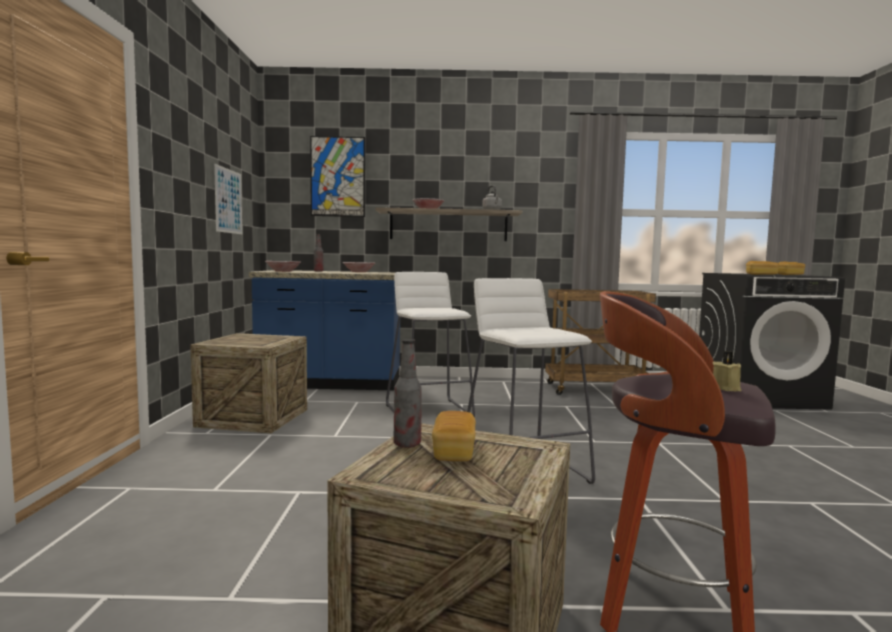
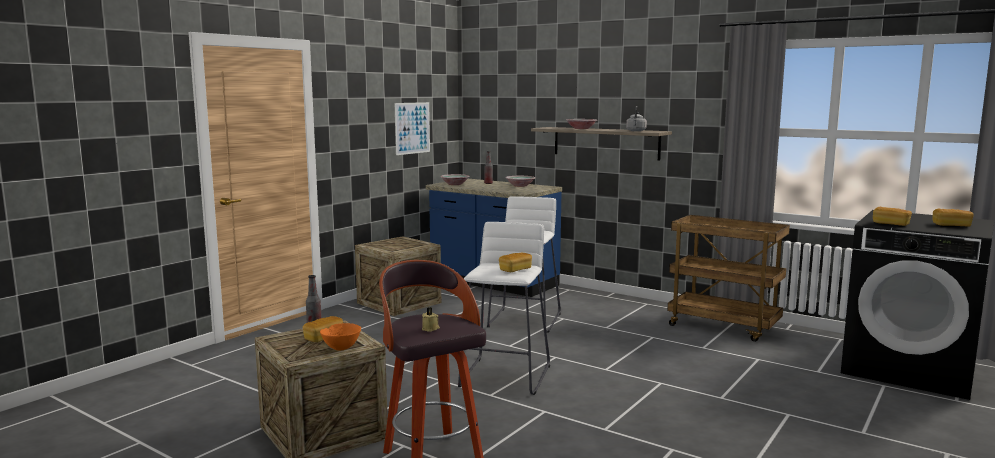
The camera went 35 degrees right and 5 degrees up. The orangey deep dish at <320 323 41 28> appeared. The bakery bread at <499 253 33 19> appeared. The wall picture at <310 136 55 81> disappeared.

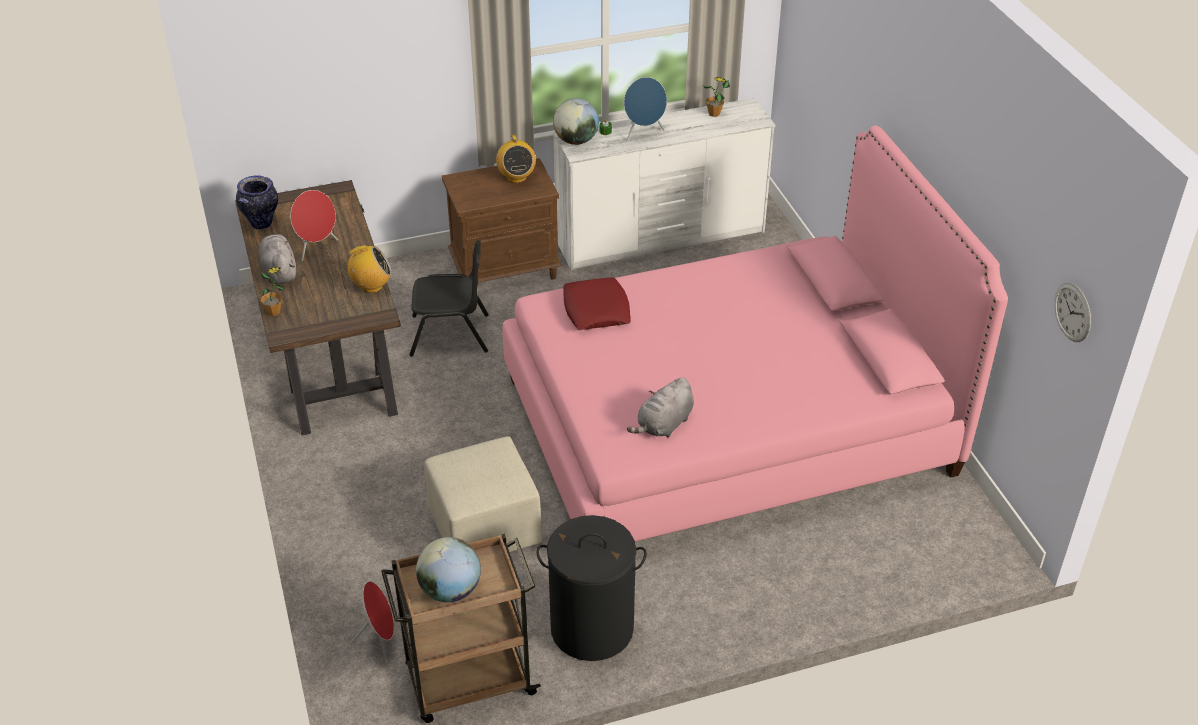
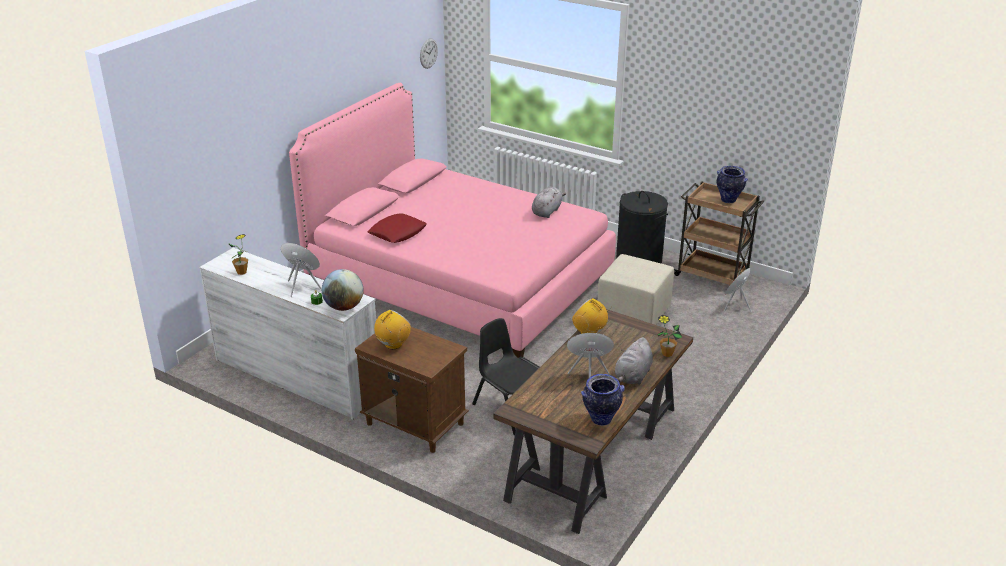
The camera went 130 degrees left and 10 degrees down. The red-coloured pillow moved from <563 277 68 53> to <368 213 59 30>. The gray soft toy at <627 378 67 60> turned 60 degrees counterclockwise. The globe at <416 537 65 65> was replaced by the vase at <717 166 31 37>.

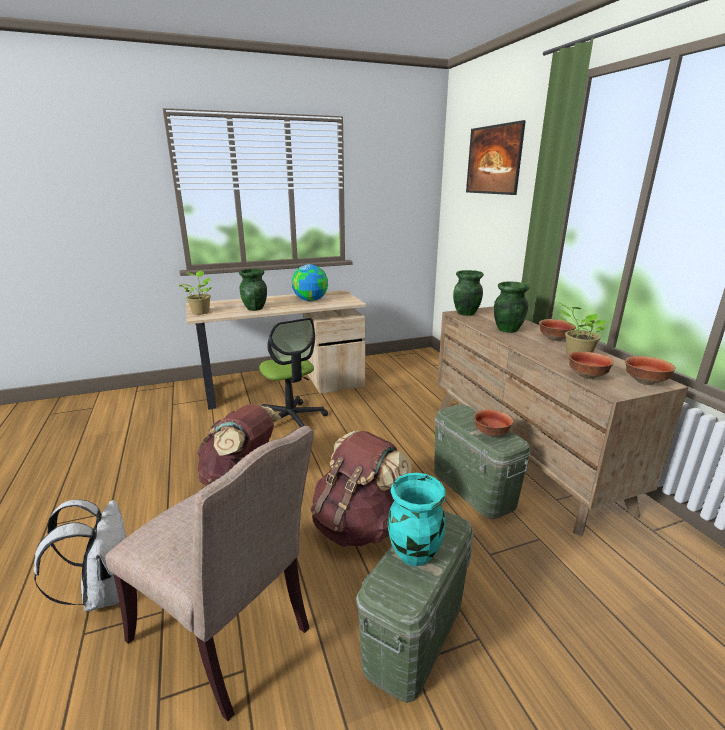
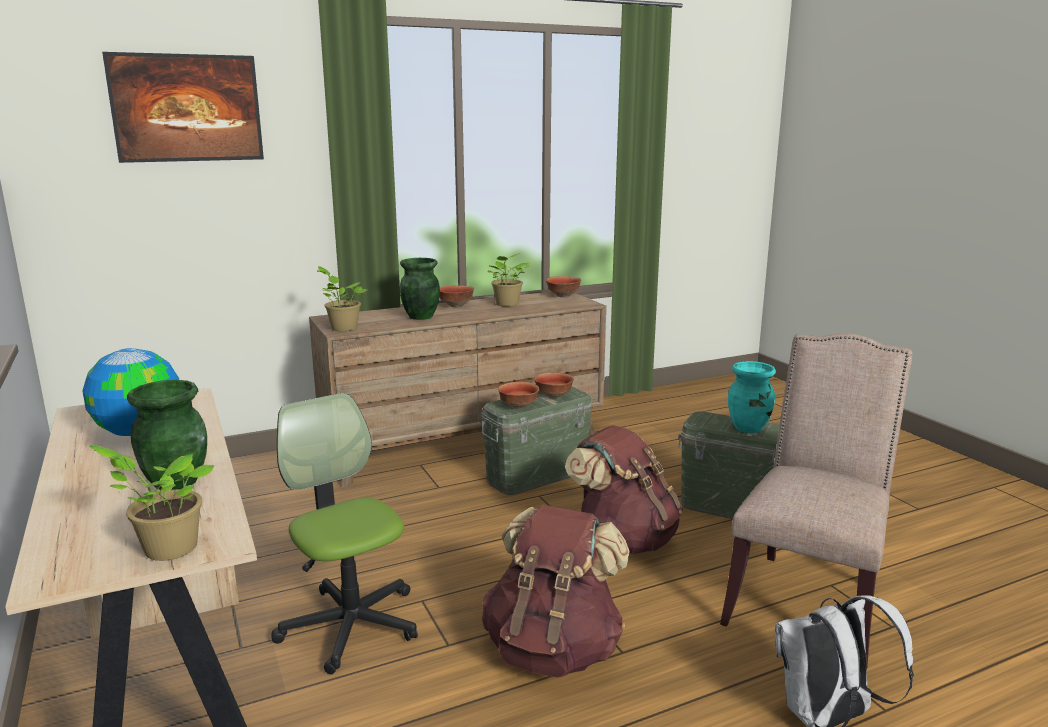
The camera went 95 degrees left and 5 degrees down. The desk chair at <259 318 69 109> turned 90 degrees counterclockwise. The greenish vase at <453 270 31 46> was replaced by the houseplant at <318 266 49 65>. The deep dish moved from <569 352 45 27> to <498 382 41 27>.

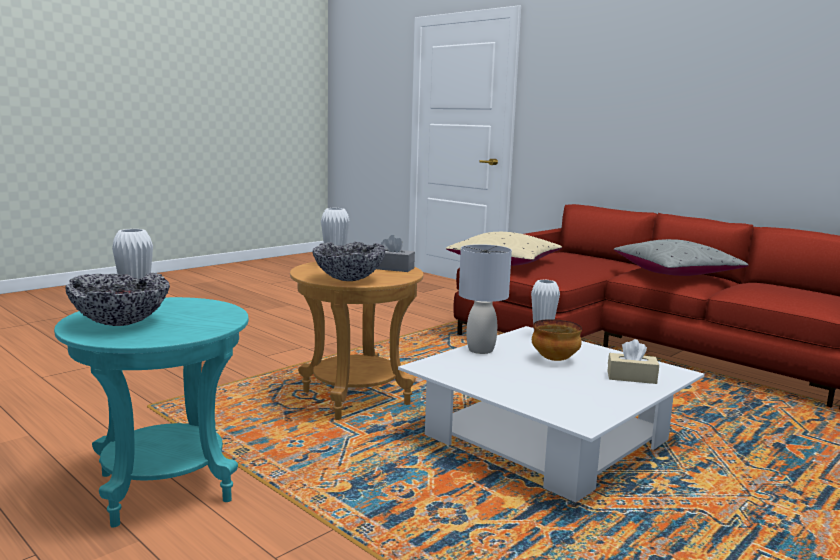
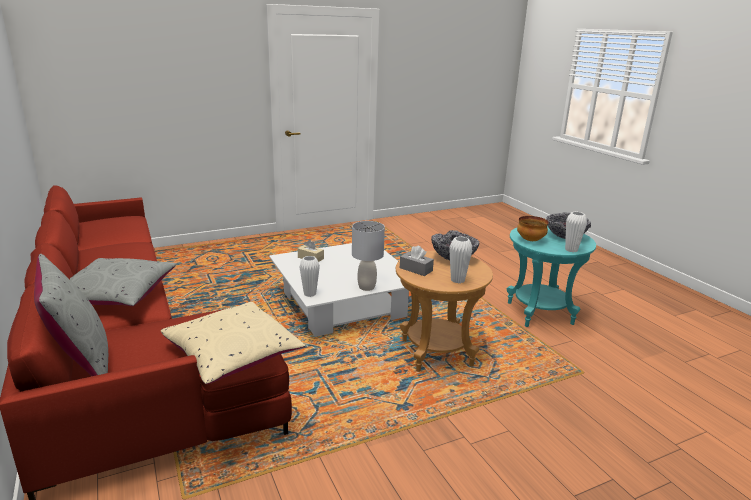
The camera went 160 degrees left and 10 degrees up. The gray pillow at <34 254 74 122> appeared. The deep dish moved from <532 319 50 42> to <517 216 32 25>.

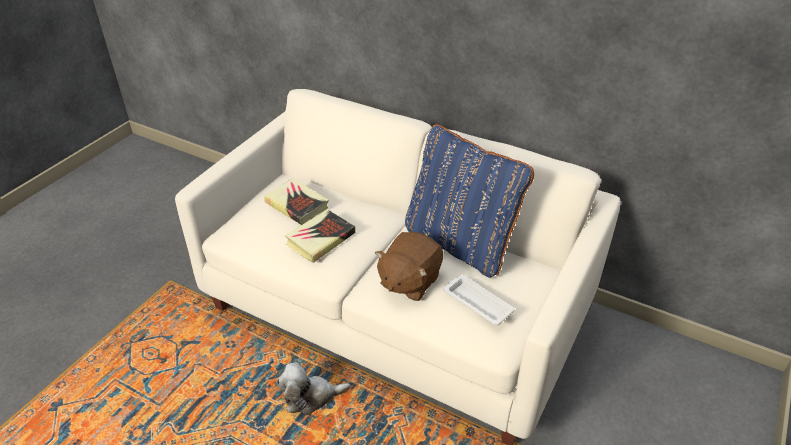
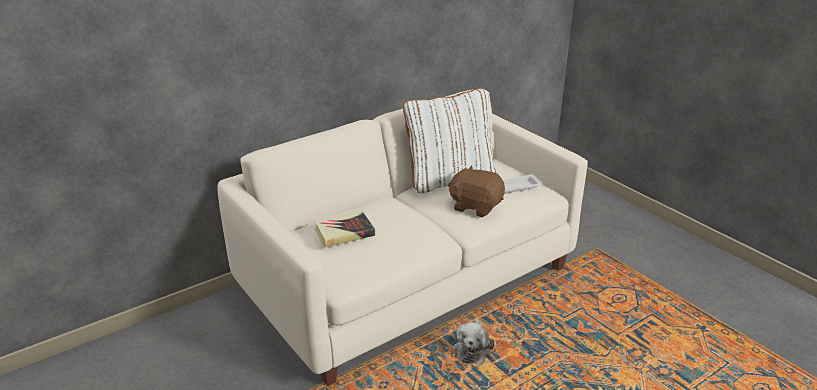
The camera went 65 degrees left and 10 degrees down. The bluish pillow at <405 124 129 154> became the whitish pillow at <403 88 93 105>. The brown-coloured soft toy at <375 232 68 69> turned 150 degrees clockwise. The bound book at <285 209 70 54> disappeared.

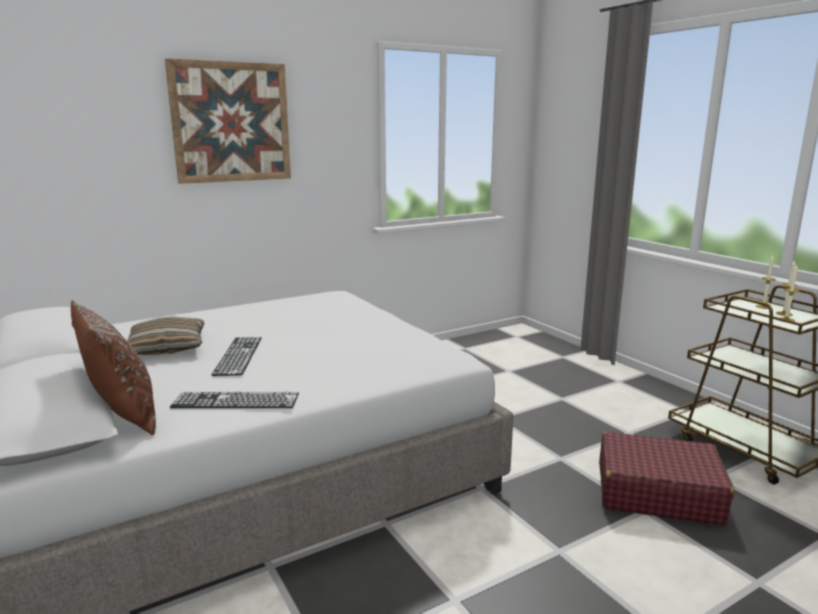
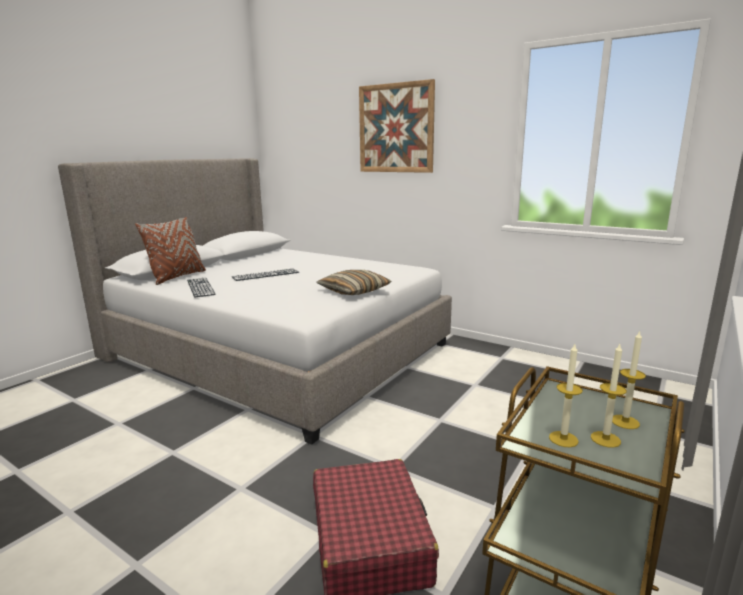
The camera went 65 degrees right and 0 degrees up. The pillow moved from <127 316 77 39> to <316 270 75 25>.

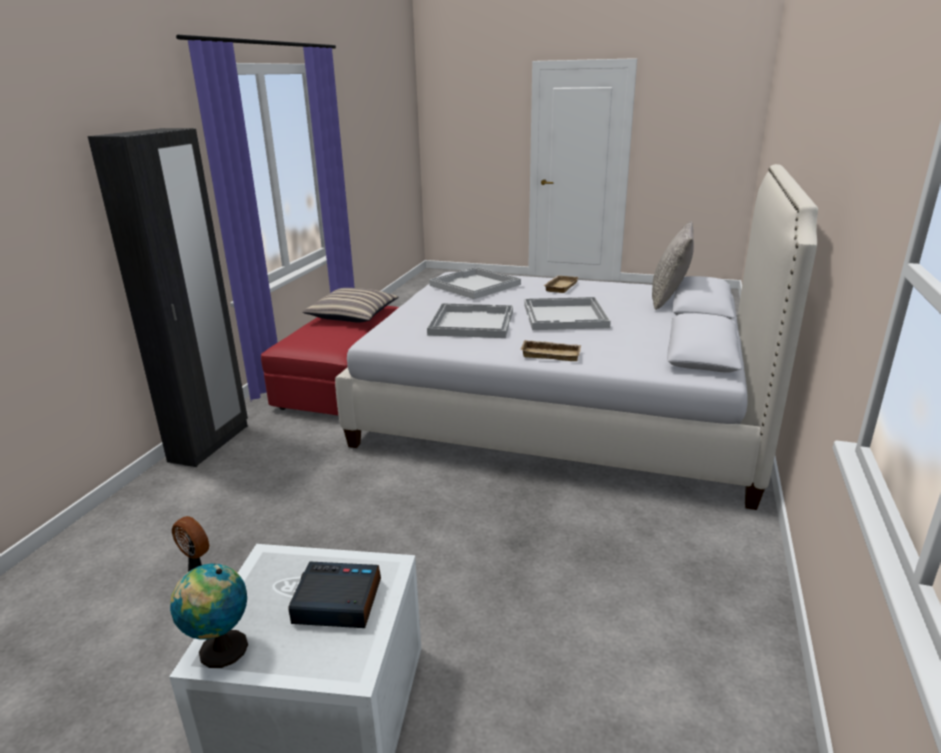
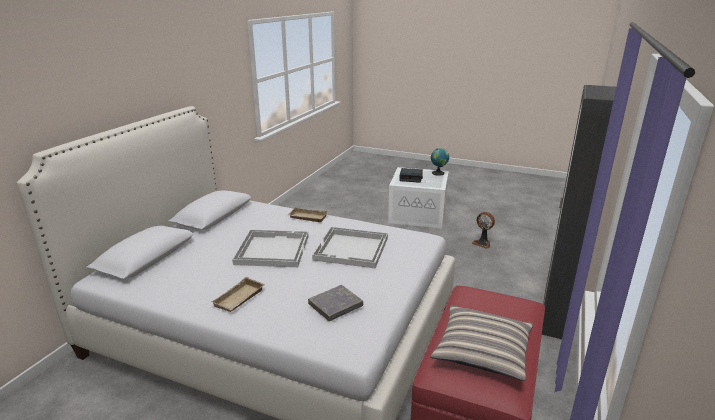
The camera went 175 degrees left and 0 degrees up. The whitish tray at <429 267 92 32> was replaced by the gray bound book at <308 285 55 36>. The gray pillow at <652 221 42 89> disappeared.

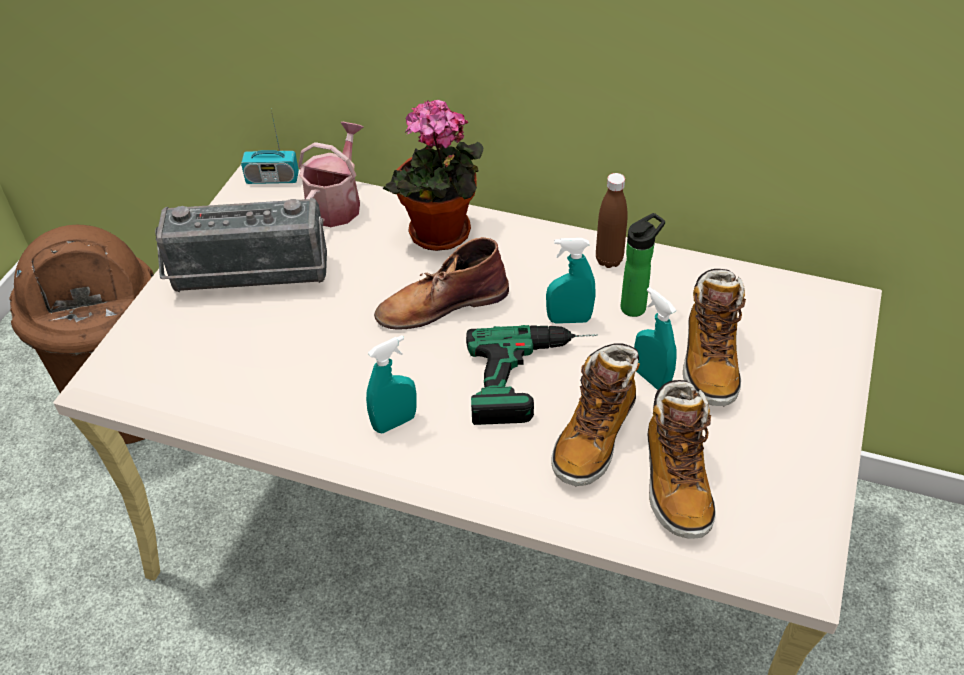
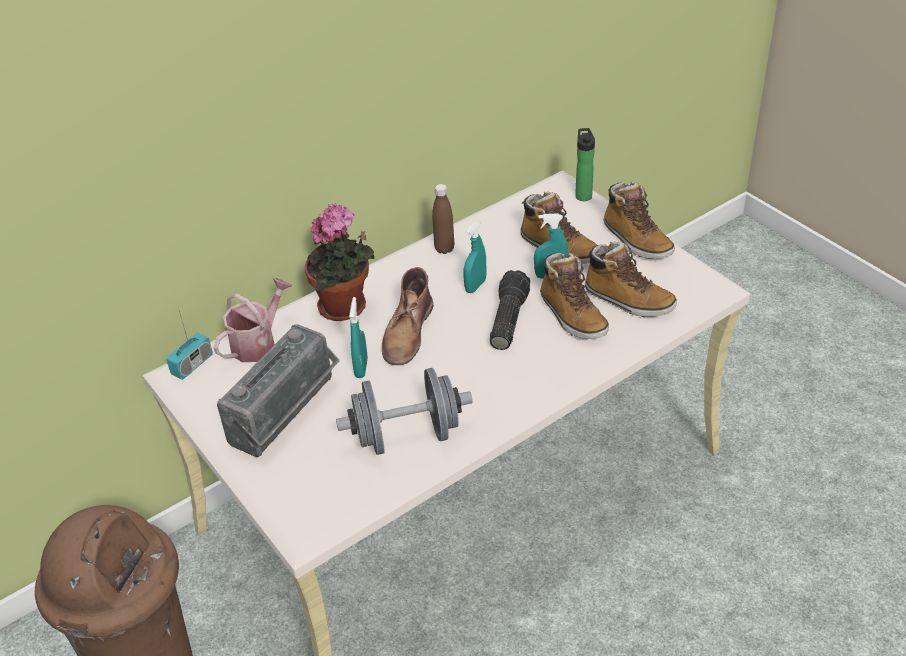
The camera went 55 degrees left and 5 degrees down. The sprinkling can at <298 122 65 105> turned 75 degrees clockwise. The gray free weight at <336 368 137 87> appeared. The blue-green hand sprayer moved from <366 335 51 98> to <349 297 19 81>. The power drill at <466 325 132 100> was replaced by the torch at <490 270 40 80>. The bottle moved from <621 213 44 104> to <575 128 20 73>. The boot at <604 182 71 77> appeared.

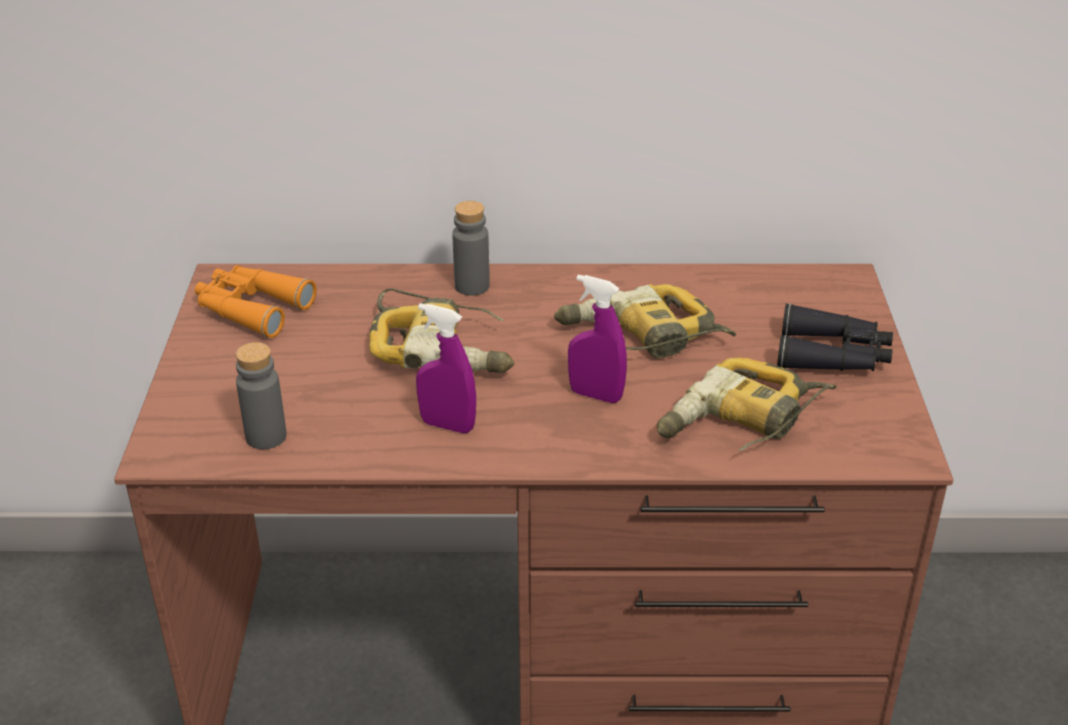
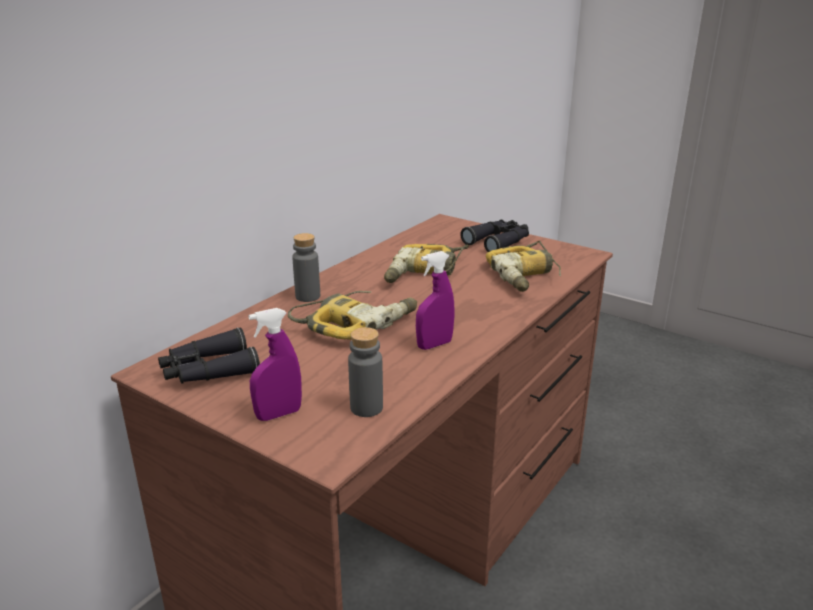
The camera went 55 degrees left and 10 degrees down. The orangey field glasses at <195 265 122 73> became the blackish field glasses at <158 327 102 57>. The purple-coloured hand sprayer moved from <568 274 59 129> to <248 308 54 113>.

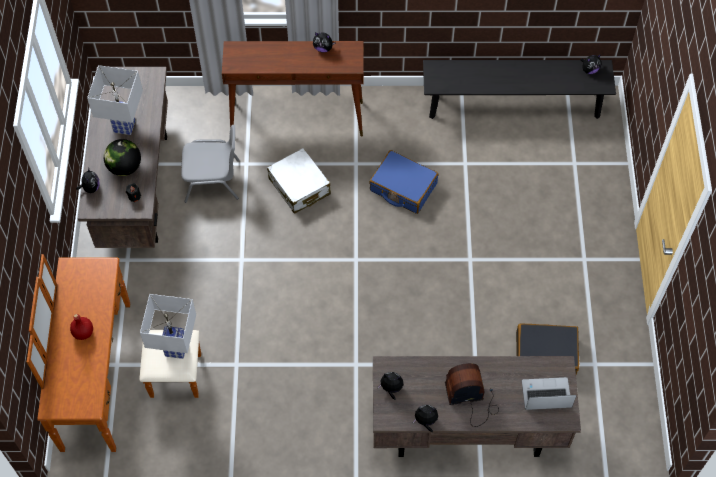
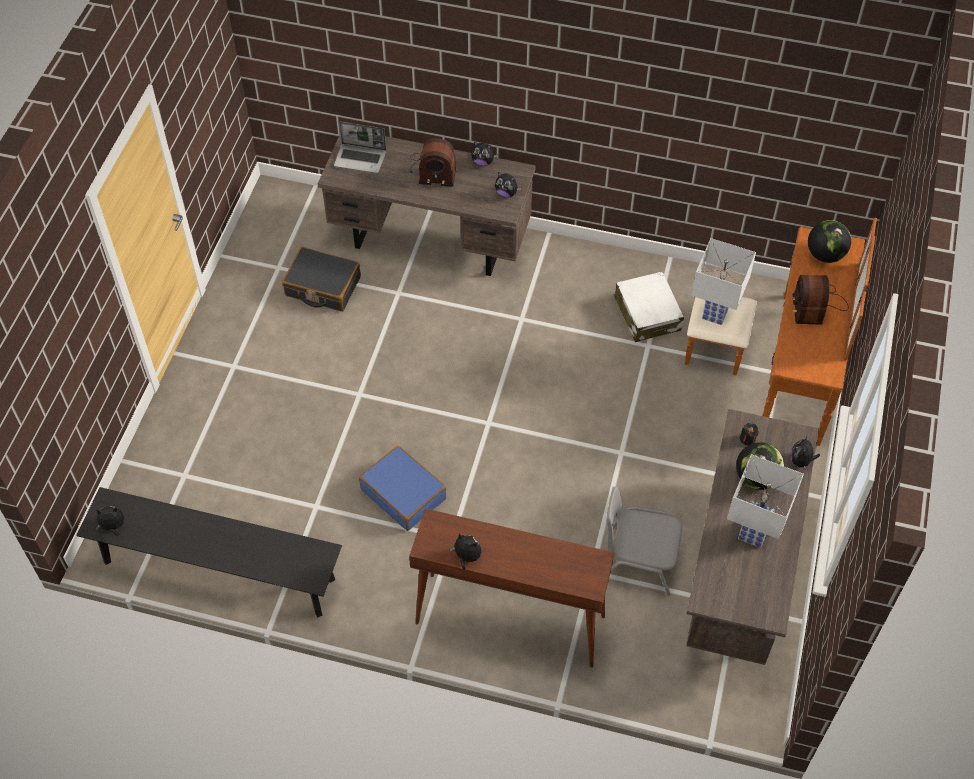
The camera went 165 degrees left and 5 degrees down. The whitish suitcase moved from <267 148 64 66> to <614 271 70 71>. The red-coloured bottle at <70 314 23 26> was replaced by the radio receiver at <792 275 57 50>. The globe at <808 220 43 43> appeared.

